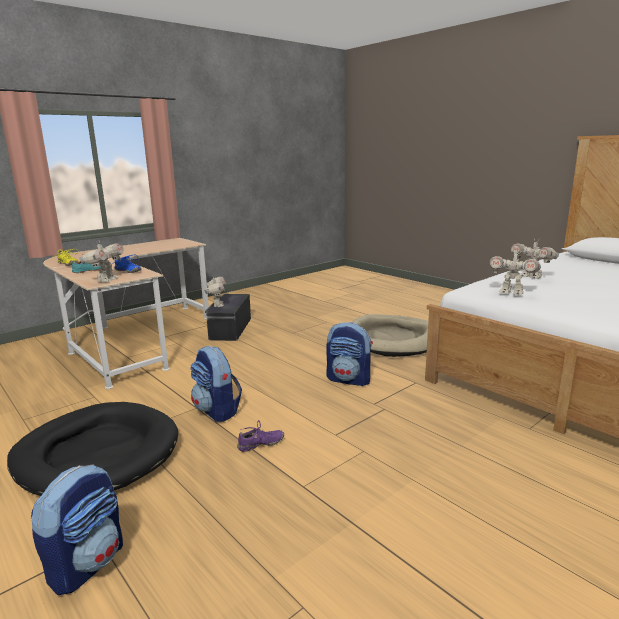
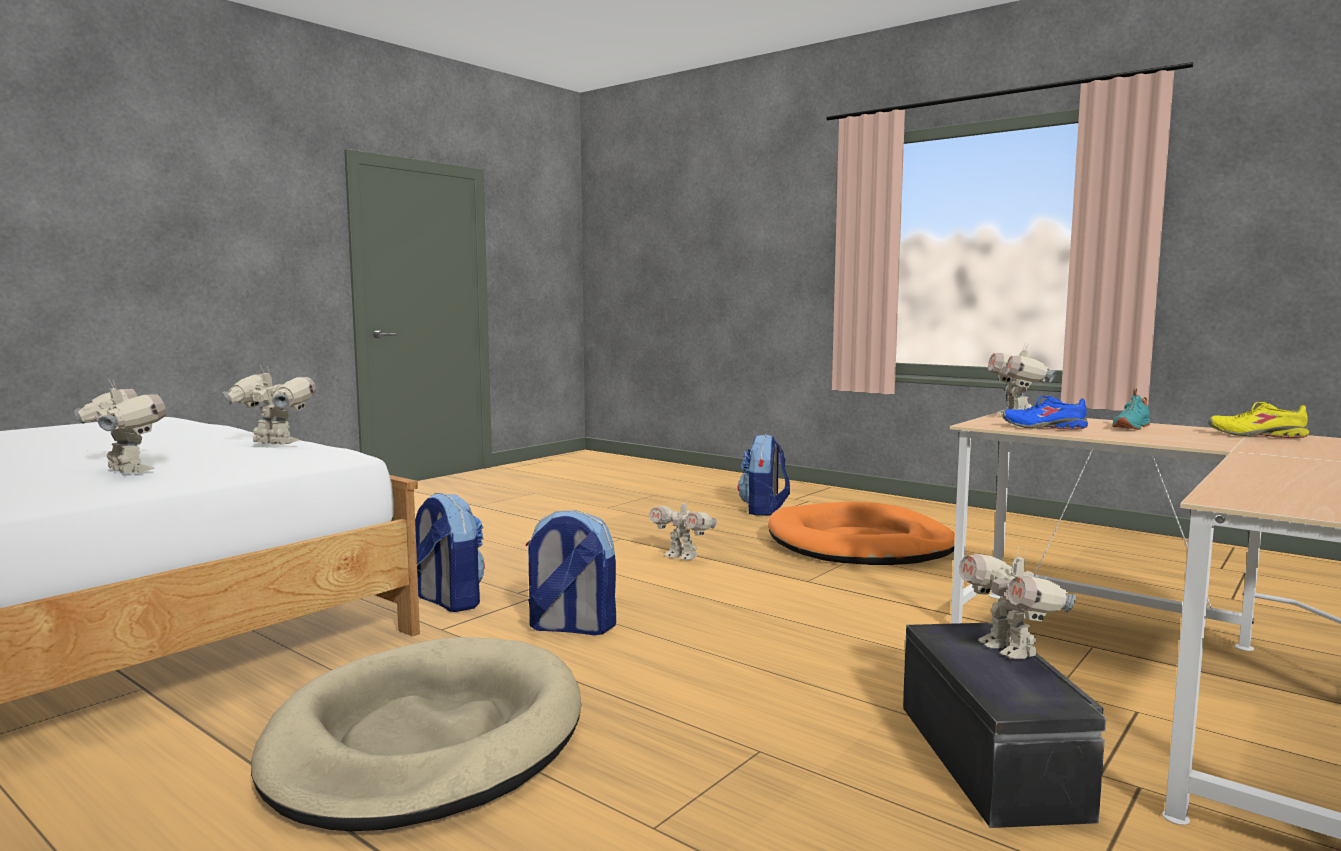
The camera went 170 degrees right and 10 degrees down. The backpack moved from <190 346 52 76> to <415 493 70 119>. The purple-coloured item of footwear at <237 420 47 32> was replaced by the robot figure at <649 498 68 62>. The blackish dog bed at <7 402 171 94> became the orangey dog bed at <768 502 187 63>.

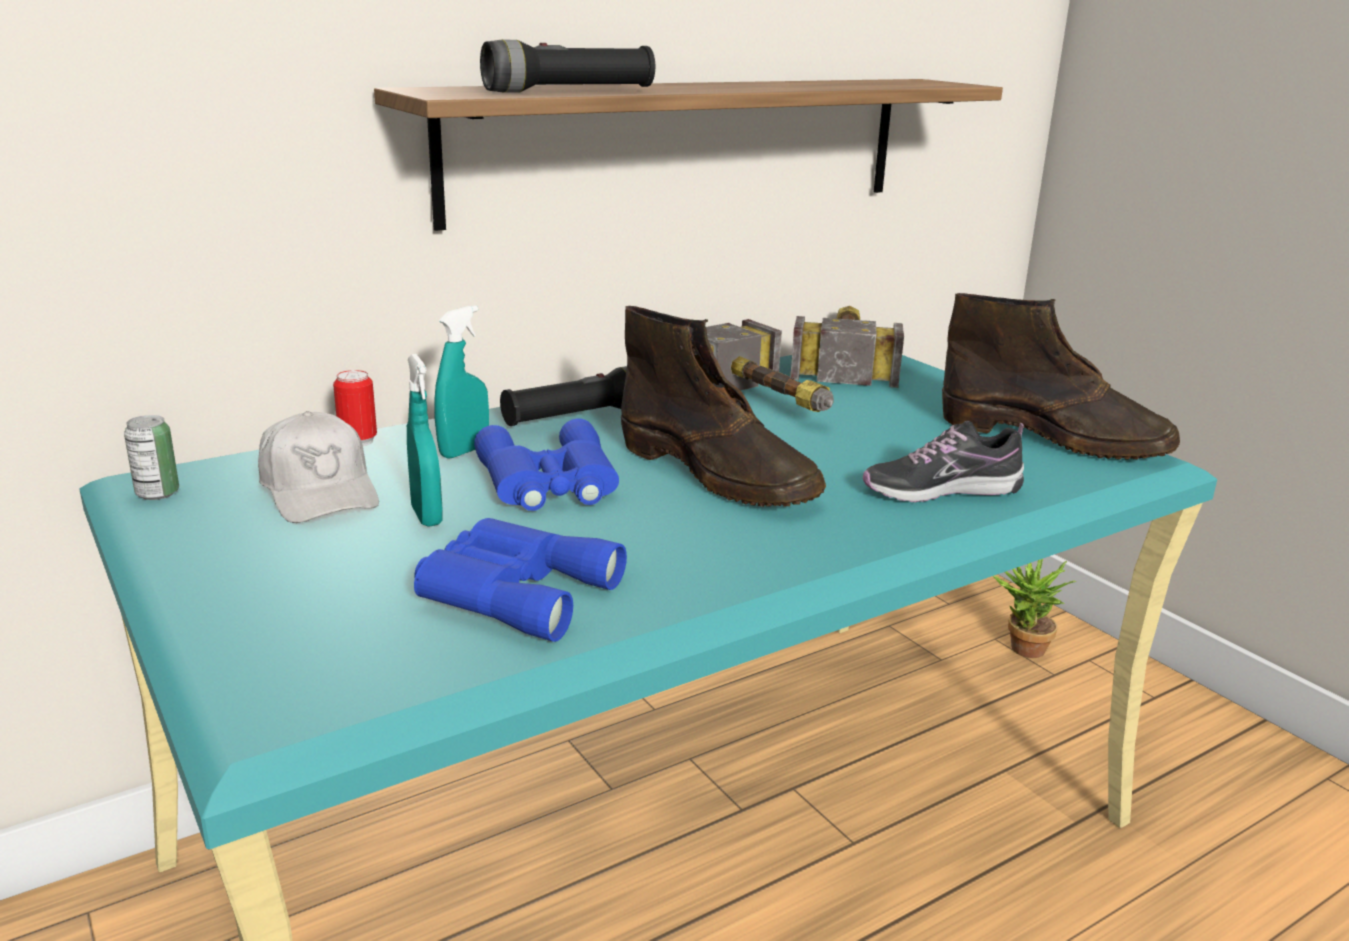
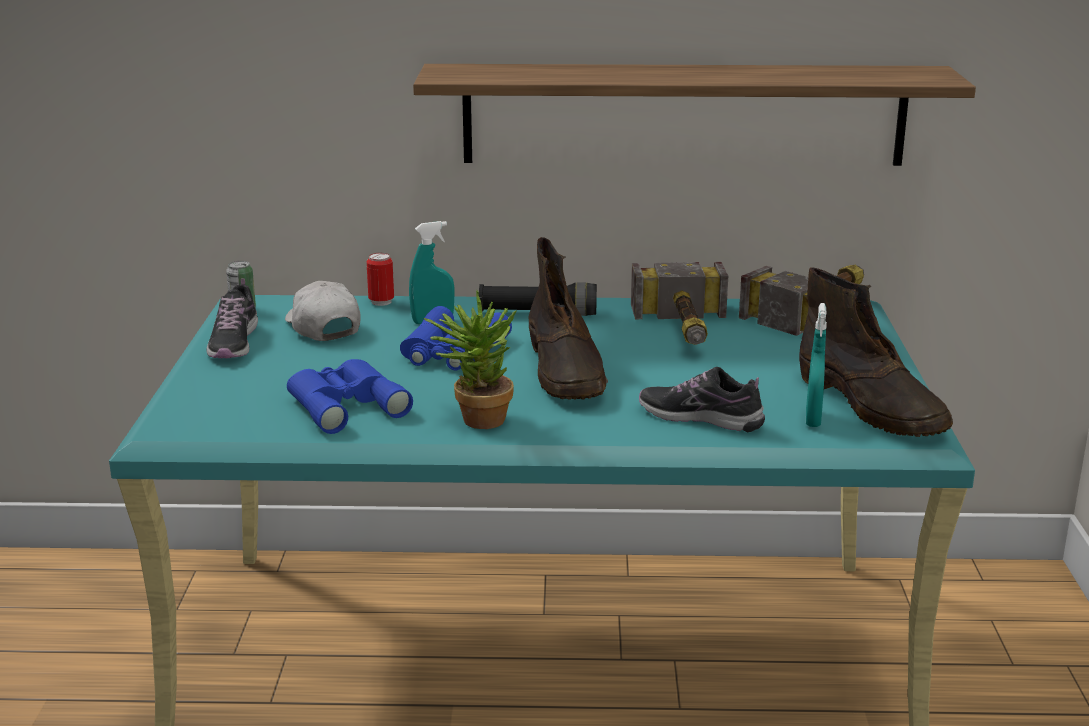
The camera went 35 degrees right and 0 degrees up. The item of footwear at <207 279 51 79> appeared. The whitish cap at <258 411 121 112> turned 150 degrees clockwise. The houseplant moved from <993 559 83 99> to <424 290 93 139>. The blue-green hand sprayer moved from <407 354 36 173> to <806 303 21 124>. The blackish torch at <480 40 175 53> disappeared.

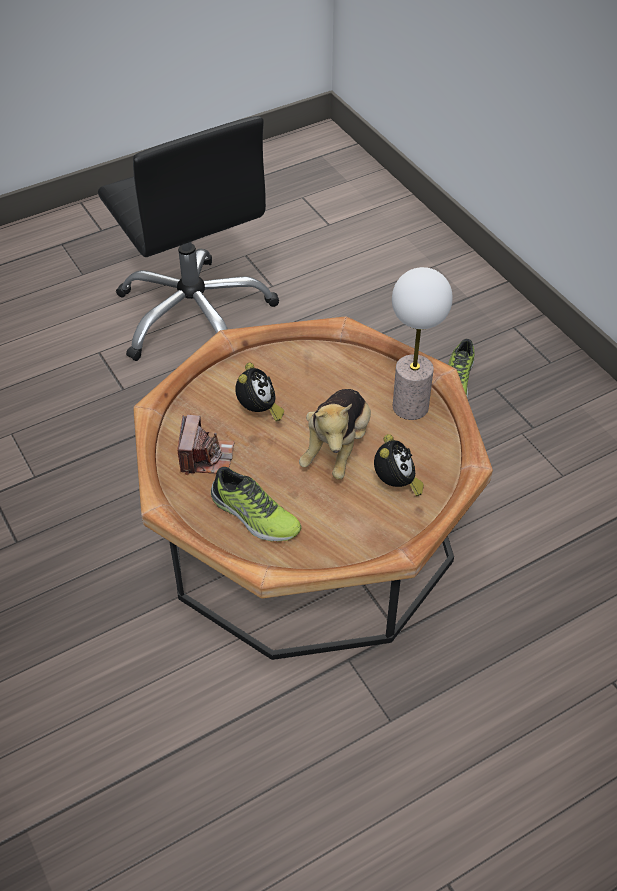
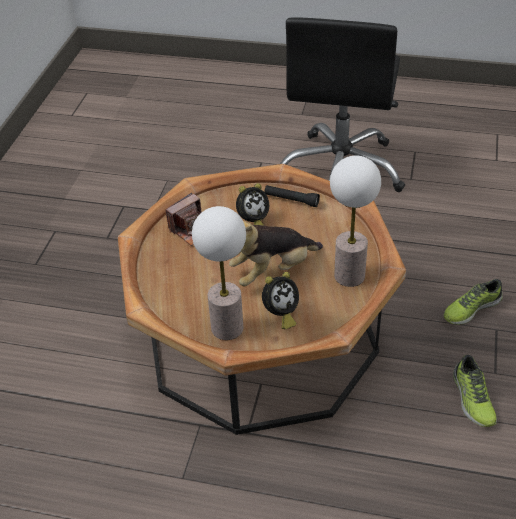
The camera went 45 degrees right and 5 degrees down. The lamp for a table at <192 206 54 134> appeared. The blackish torch at <264 185 56 22> appeared. The item of footwear moved from <211 467 91 75> to <453 355 44 72>.

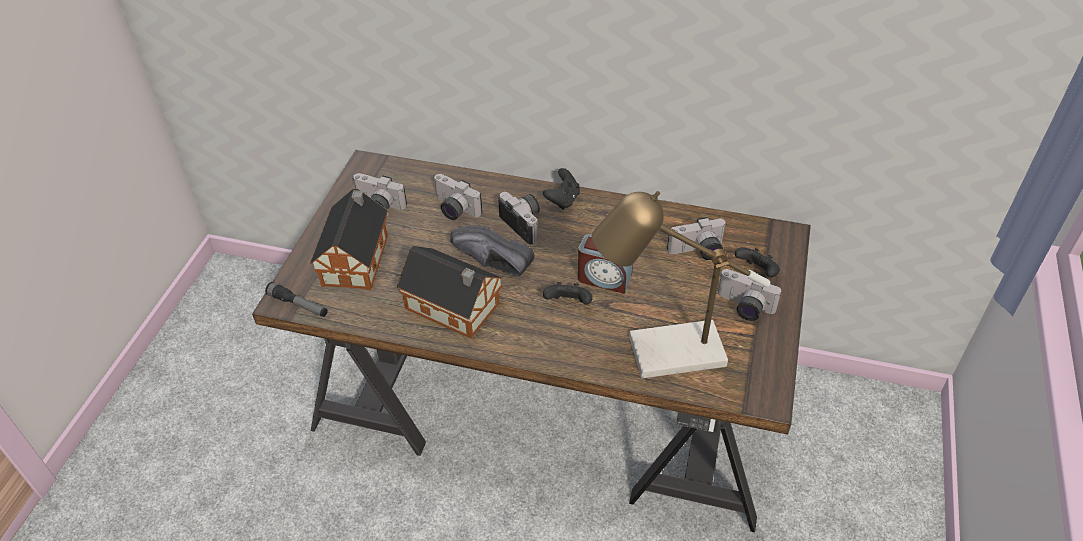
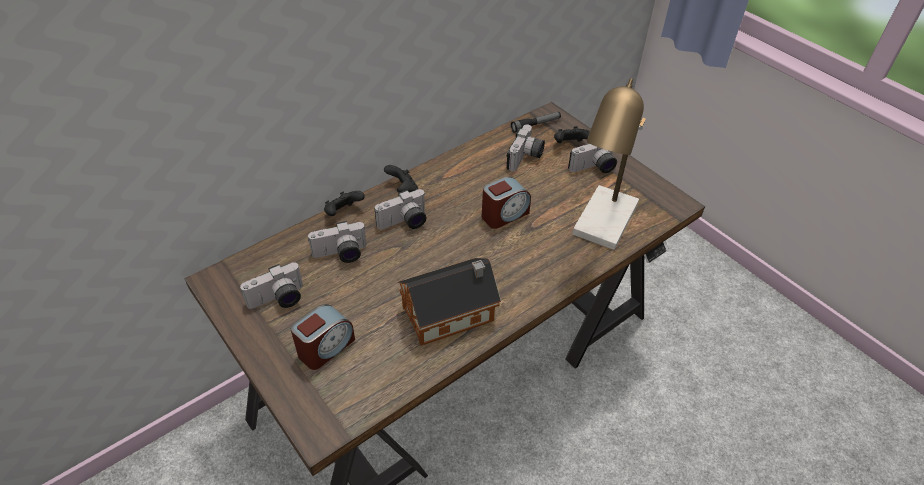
The camera went 55 degrees left and 0 degrees up. The miniature house at <310 189 78 101> was replaced by the bedside clock at <291 304 64 66>. The blackish game controller moved from <543 282 49 23> to <324 191 41 25>. The still camera at <498 192 42 53> turned 150 degrees clockwise. The torch moved from <265 282 63 35> to <511 112 50 21>. The blackish item of footwear at <450 225 84 51> disappeared.

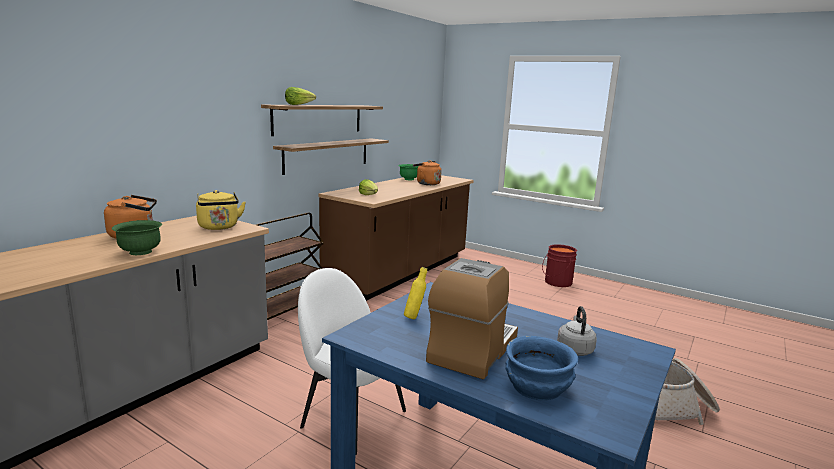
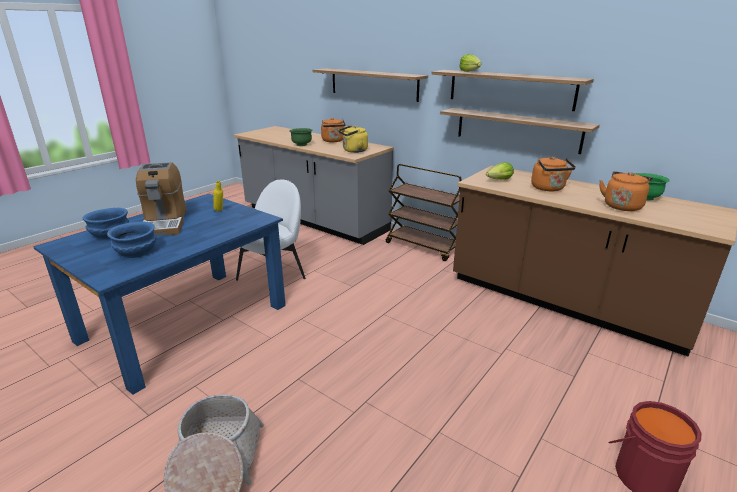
The camera went 95 degrees right and 10 degrees up. The gray kettle at <557 306 40 50> was replaced by the bluish deep dish at <107 222 50 36>. The coffee maker at <426 258 92 121> turned 45 degrees clockwise. The wall shelf at <312 68 116 34> appeared. The orangey kettle at <531 156 45 35> appeared.

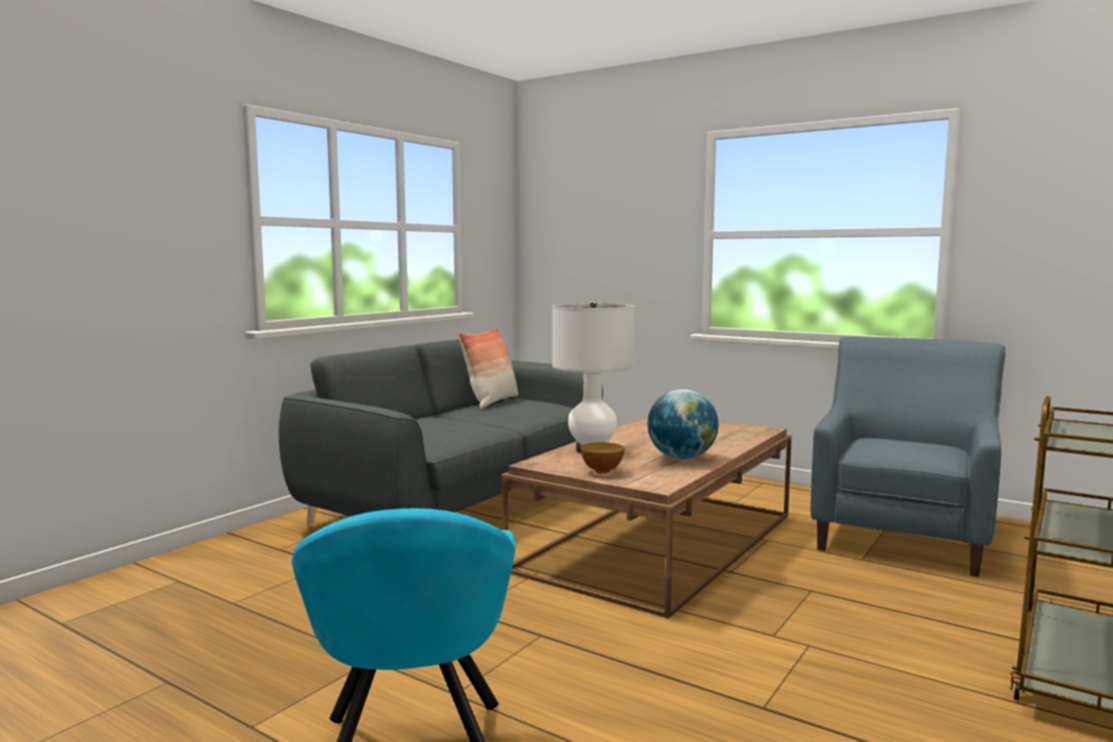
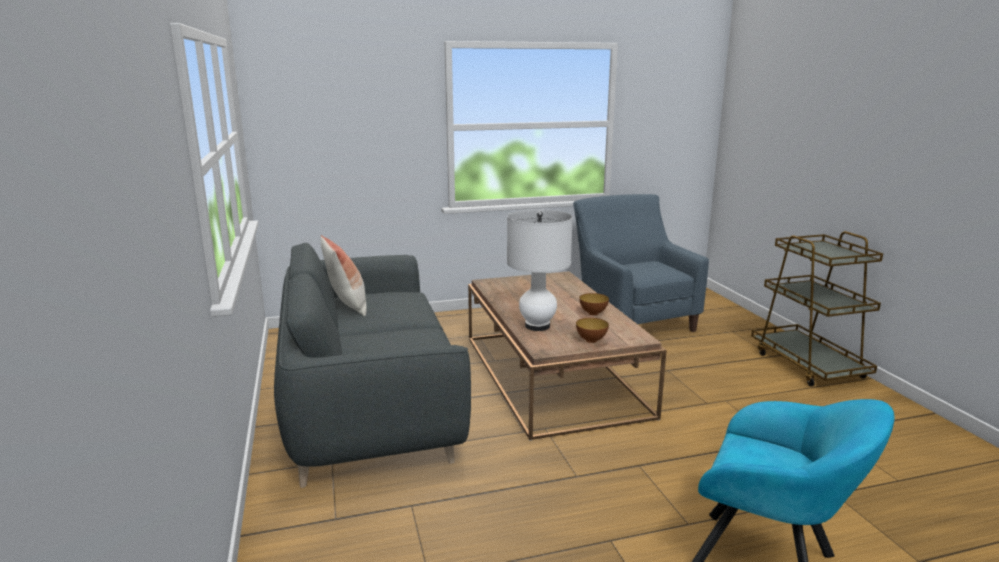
The camera went 50 degrees left and 10 degrees up. The globe at <647 389 72 70> was replaced by the deep dish at <579 293 30 22>.

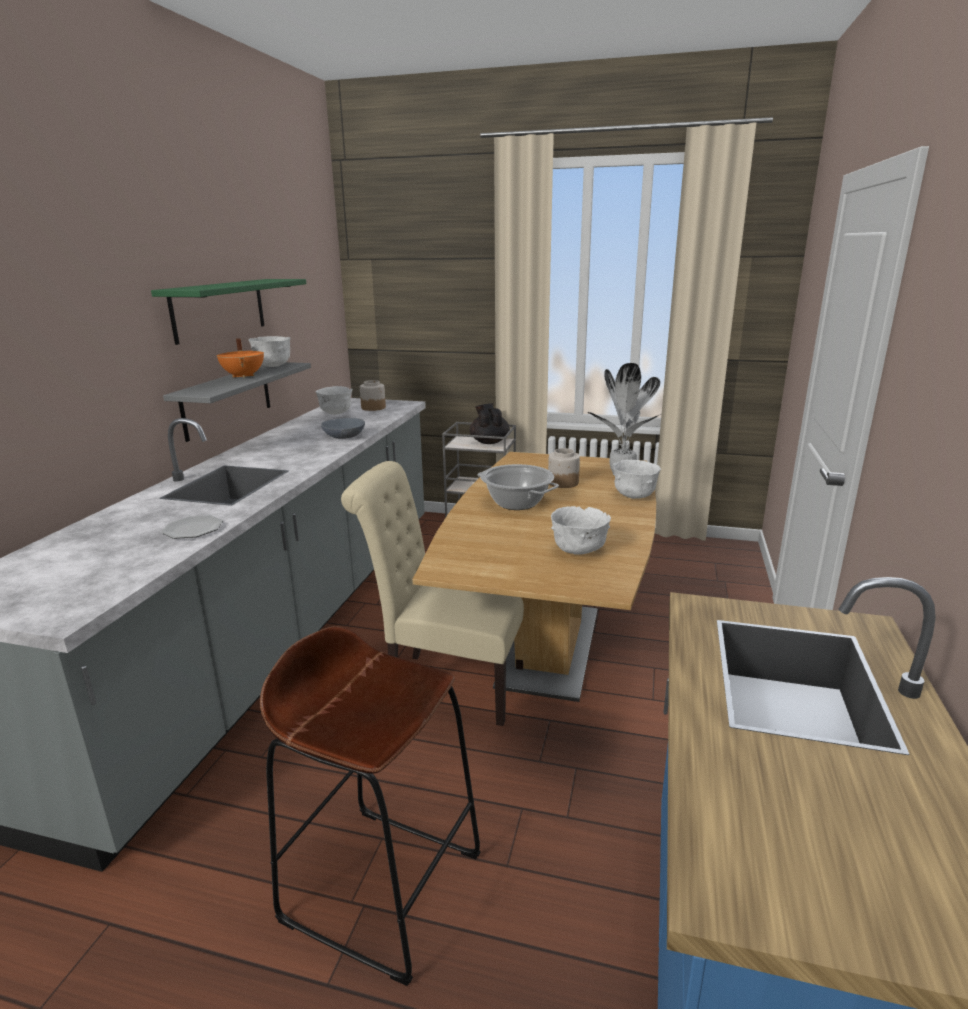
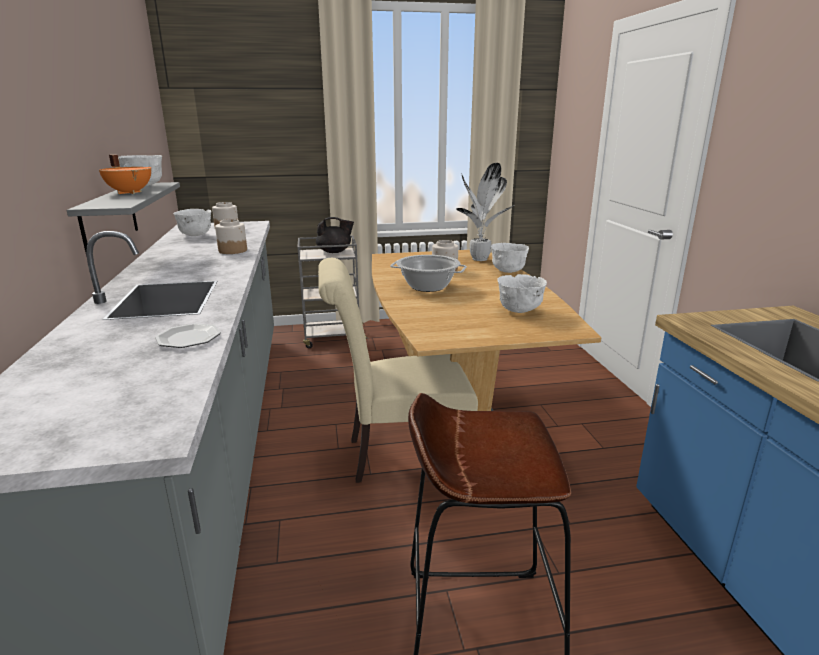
The camera went 25 degrees left and 0 degrees up. The gray deep dish at <321 418 44 21> was replaced by the preserve jar at <215 219 32 35>. The blackish tea pot at <470 403 40 41> turned 120 degrees clockwise. The greenish wall shelf at <151 279 155 66> disappeared.

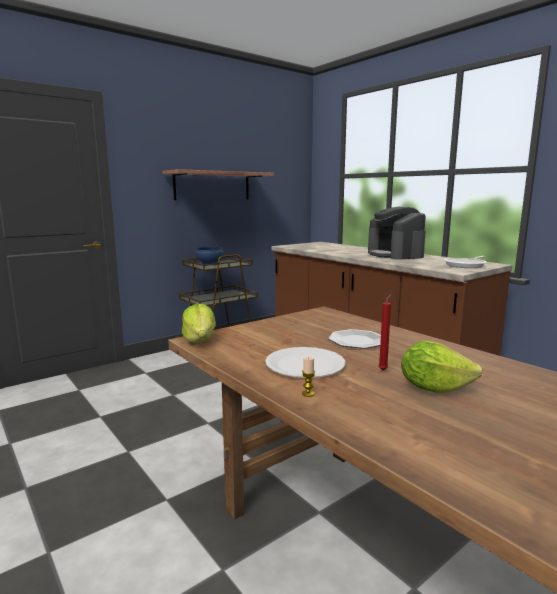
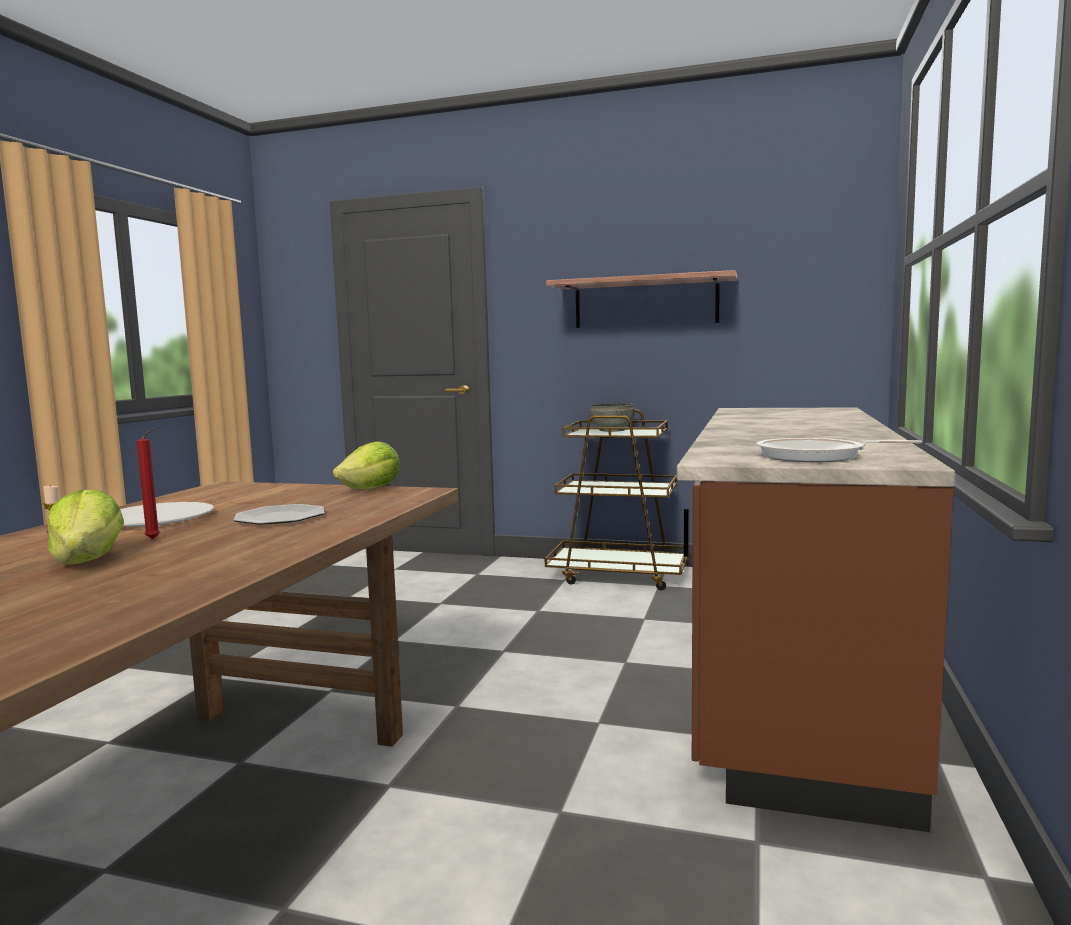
The camera went 55 degrees right and 5 degrees down. The lettuce head moved from <182 304 34 39> to <333 441 67 48>. The bluish deep dish at <195 247 29 18> became the gray deep dish at <589 403 46 29>. The coffee maker at <368 207 58 53> disappeared.

